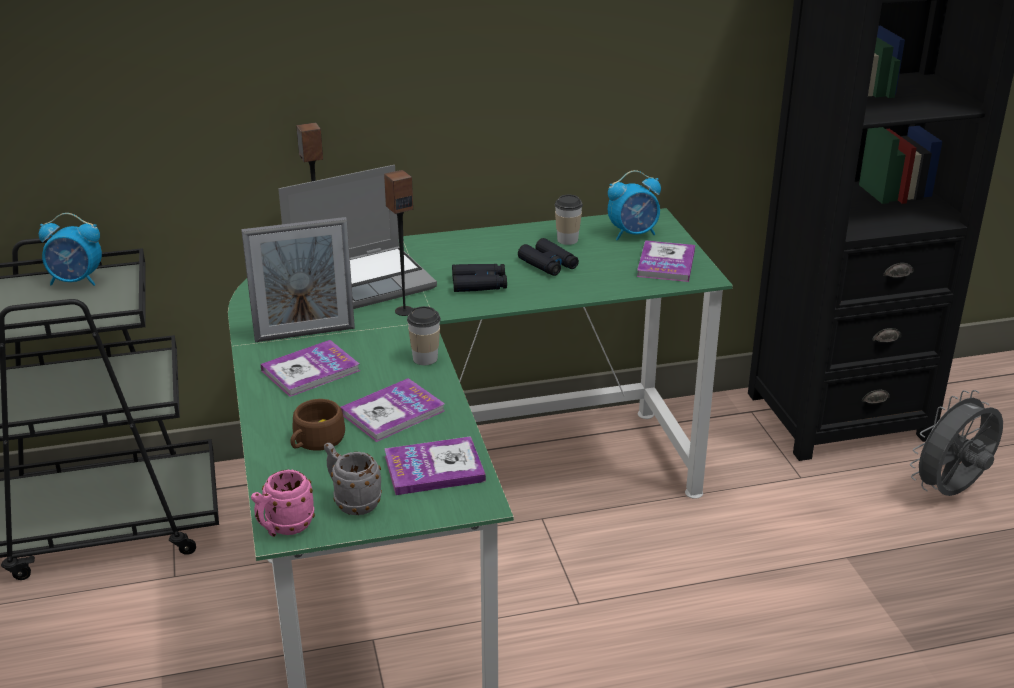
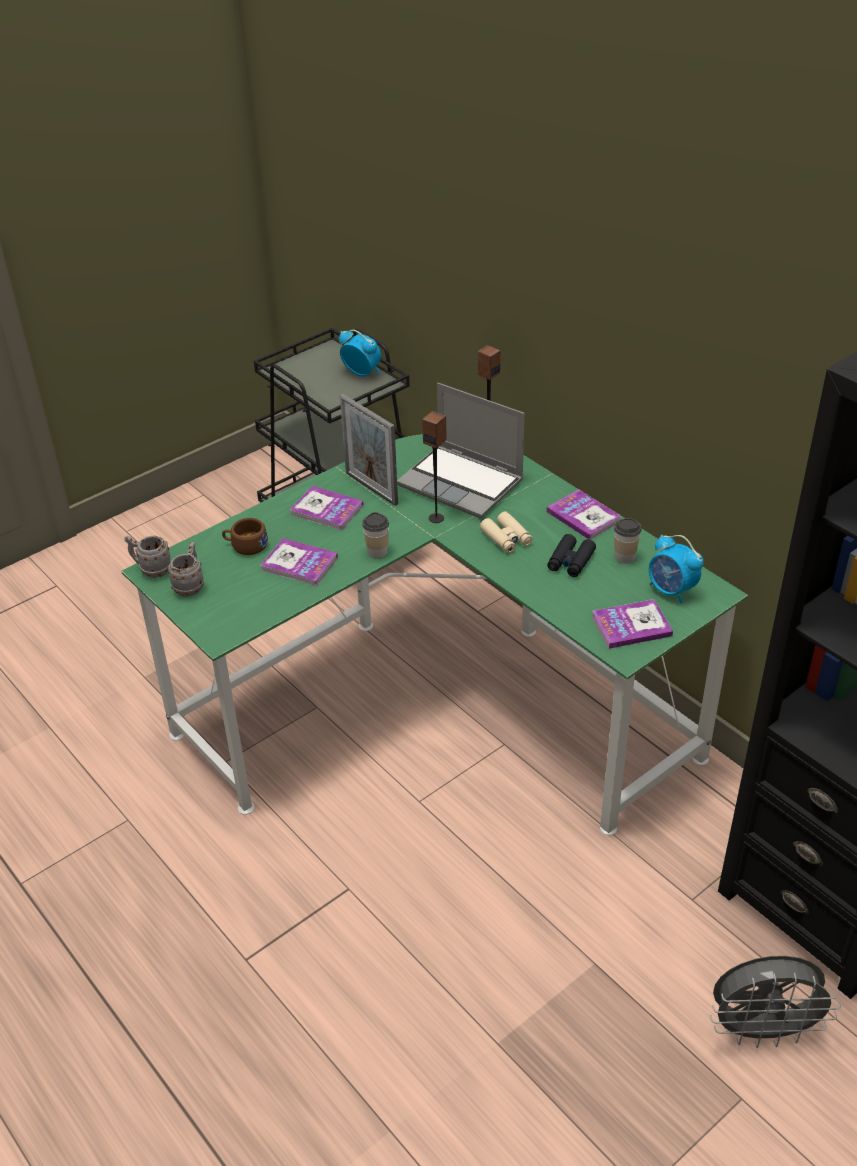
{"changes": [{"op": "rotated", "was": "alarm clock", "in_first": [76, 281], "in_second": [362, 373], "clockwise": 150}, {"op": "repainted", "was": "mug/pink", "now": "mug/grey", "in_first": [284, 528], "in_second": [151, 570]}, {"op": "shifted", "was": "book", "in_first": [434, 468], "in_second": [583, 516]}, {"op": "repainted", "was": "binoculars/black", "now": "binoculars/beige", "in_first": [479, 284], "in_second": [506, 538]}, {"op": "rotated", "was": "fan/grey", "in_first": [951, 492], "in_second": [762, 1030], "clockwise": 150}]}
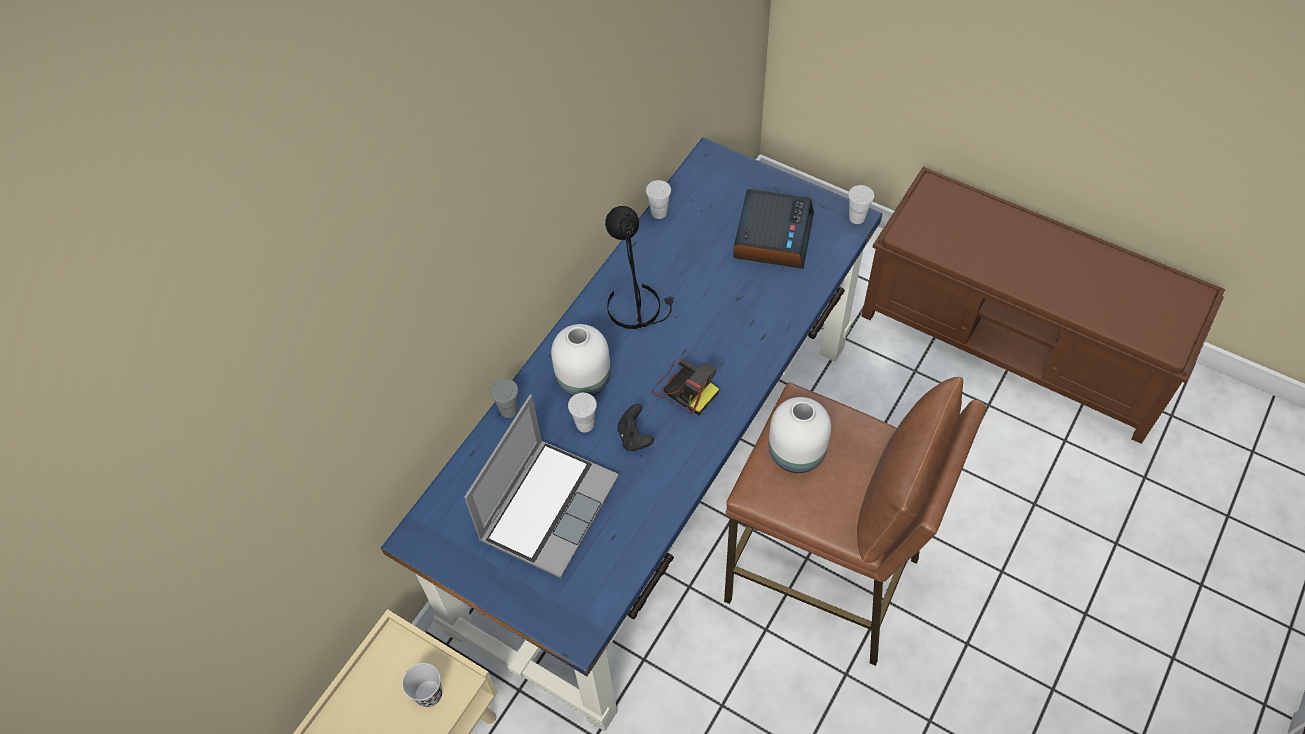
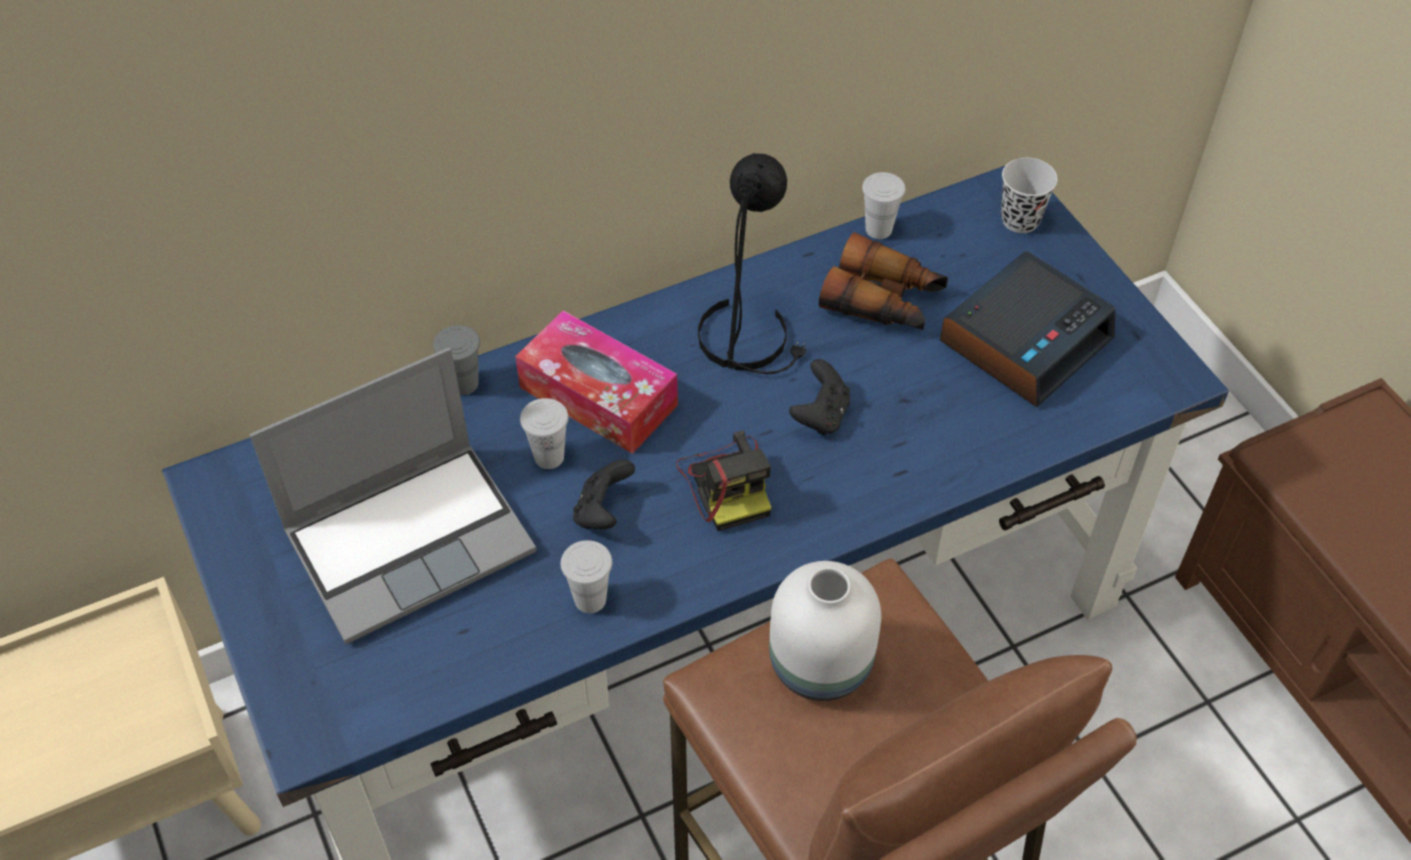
{"changes": [{"op": "shifted", "was": "cup/black", "in_first": [429, 694], "in_second": [1020, 220]}, {"op": "swapped", "was": "vase/white", "now": "tissue box", "in_first": [585, 378], "in_second": [598, 396]}, {"op": "shifted", "was": "cup/white", "in_first": [857, 218], "in_second": [590, 599]}, {"op": "new", "now": "game controller/black", "in_second": [821, 415]}, {"op": "new", "now": "binoculars", "in_second": [884, 301]}]}
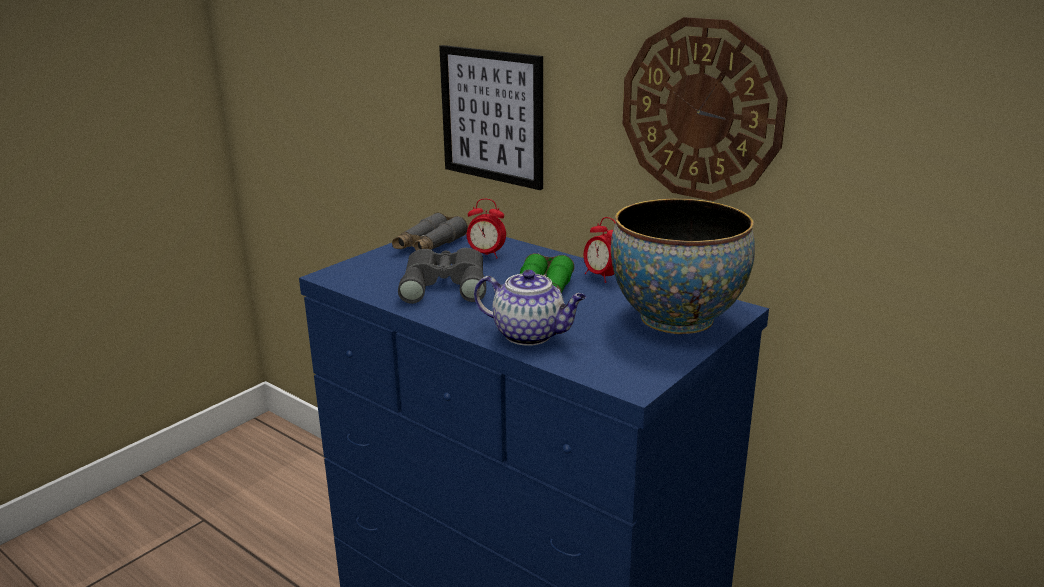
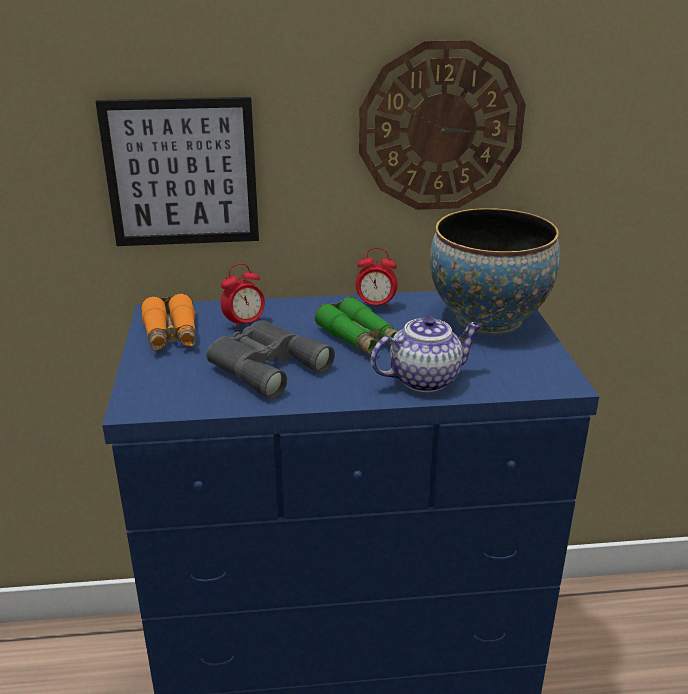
{"changes": [{"op": "repainted", "was": "binoculars/grey", "now": "binoculars/orange", "in_first": [429, 245], "in_second": [171, 334]}]}
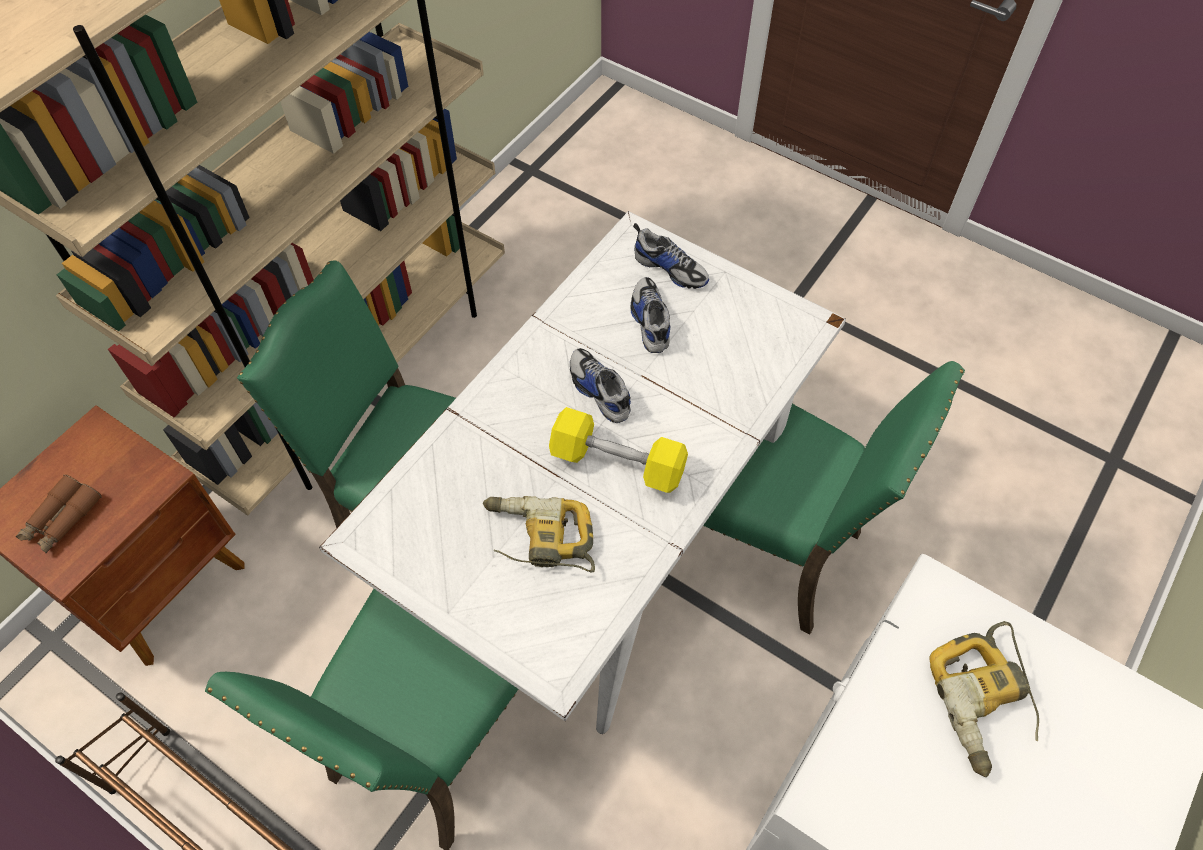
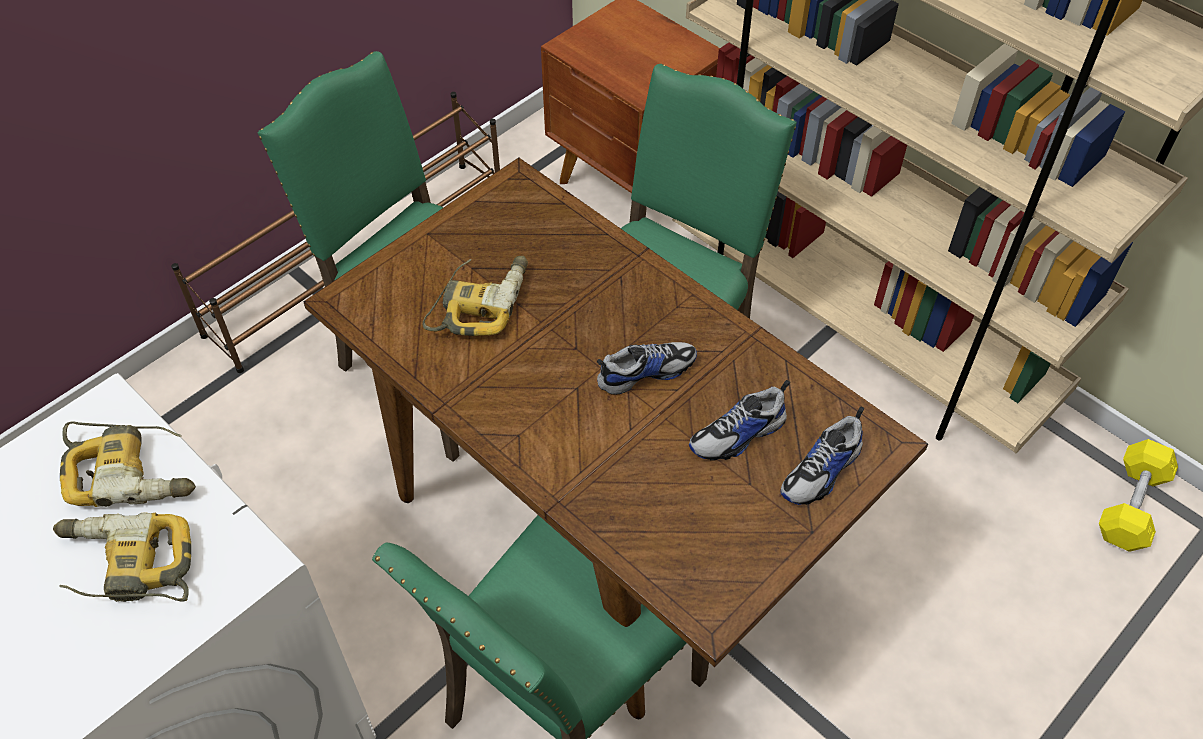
{"changes": [{"op": "gone", "was": "binoculars/brown", "in_first": [62, 519]}, {"op": "repainted", "was": "dining table/white", "now": "dining table/brown", "in_first": [601, 547], "in_second": [601, 525]}, {"op": "shifted", "was": "dumbbell/yellow", "in_first": [617, 462], "in_second": [1131, 506]}, {"op": "rotated", "was": "shoe", "in_first": [649, 321], "in_second": [739, 435], "clockwise": 150}, {"op": "new", "now": "power drill", "in_second": [132, 471]}]}
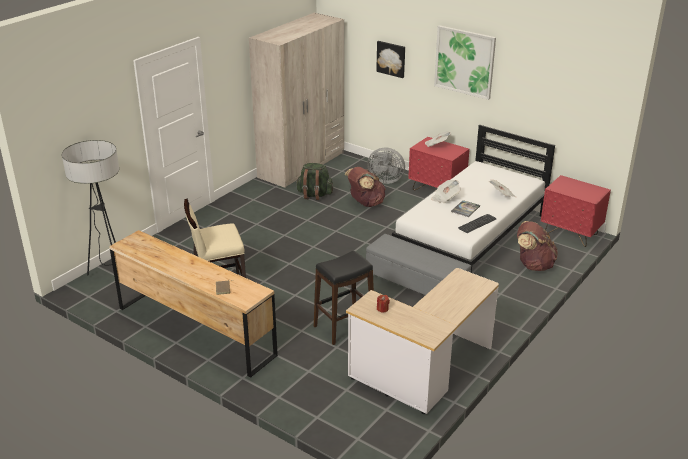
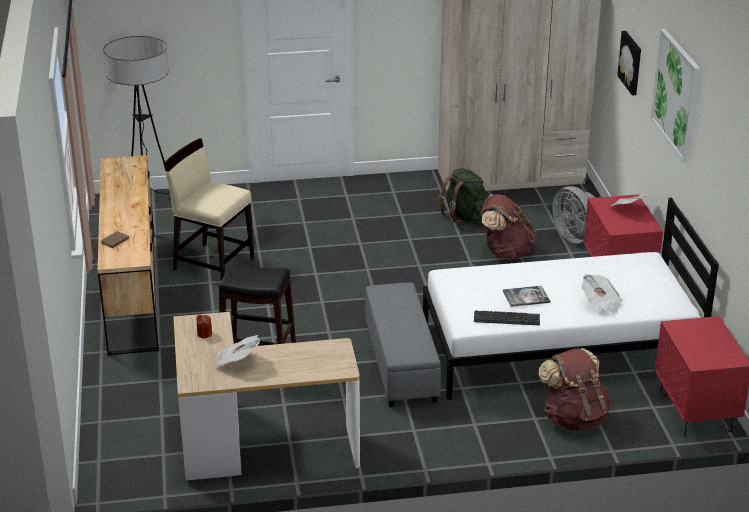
{"changes": [{"op": "shifted", "was": "newspaper", "in_first": [445, 198], "in_second": [236, 361]}]}
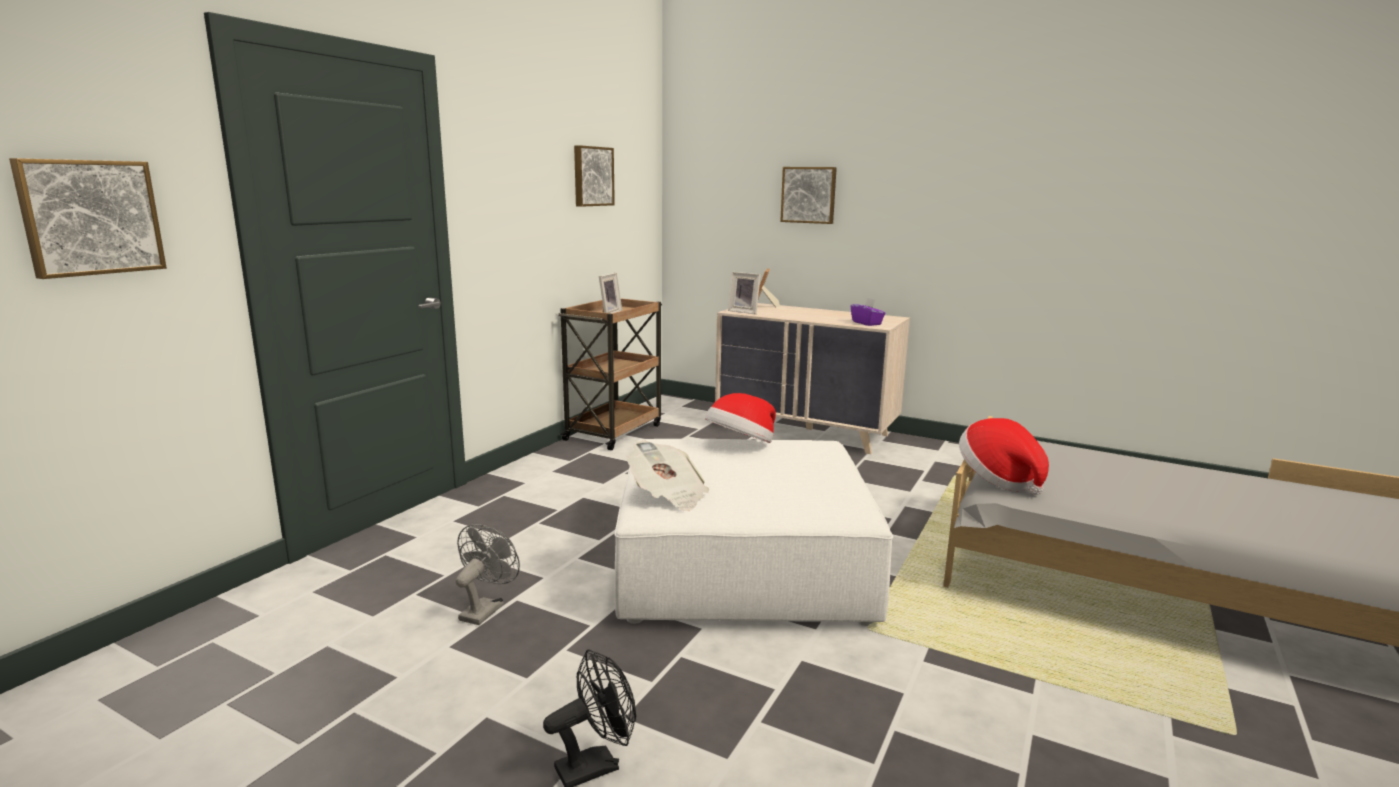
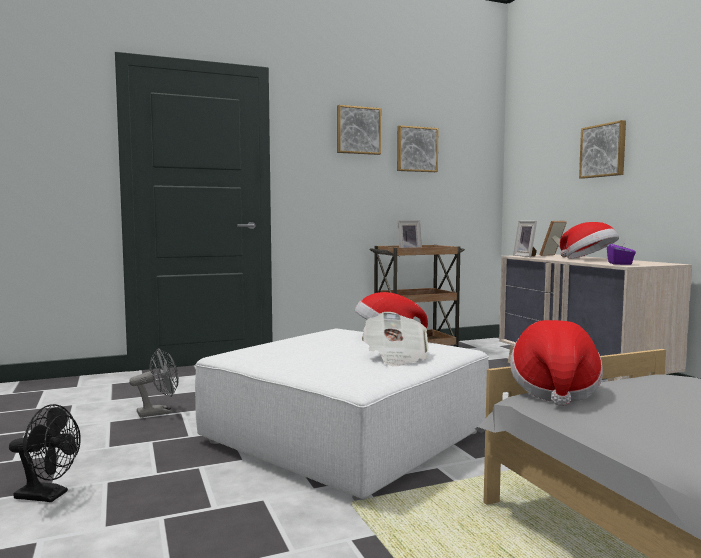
{"changes": [{"op": "shifted", "was": "picture", "in_first": [90, 217], "in_second": [358, 130]}, {"op": "shifted", "was": "newspaper", "in_first": [668, 495], "in_second": [395, 357]}, {"op": "new", "now": "hat", "in_second": [589, 259]}]}
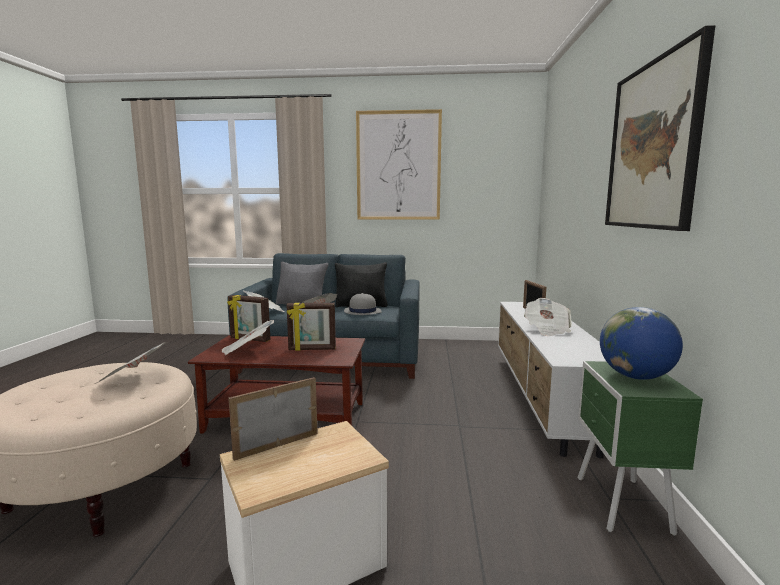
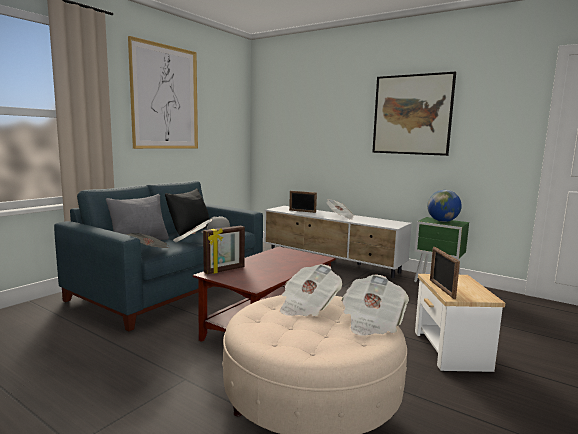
{"changes": [{"op": "shifted", "was": "newspaper", "in_first": [247, 351], "in_second": [372, 322]}, {"op": "gone", "was": "picture frame", "in_first": [312, 349]}]}
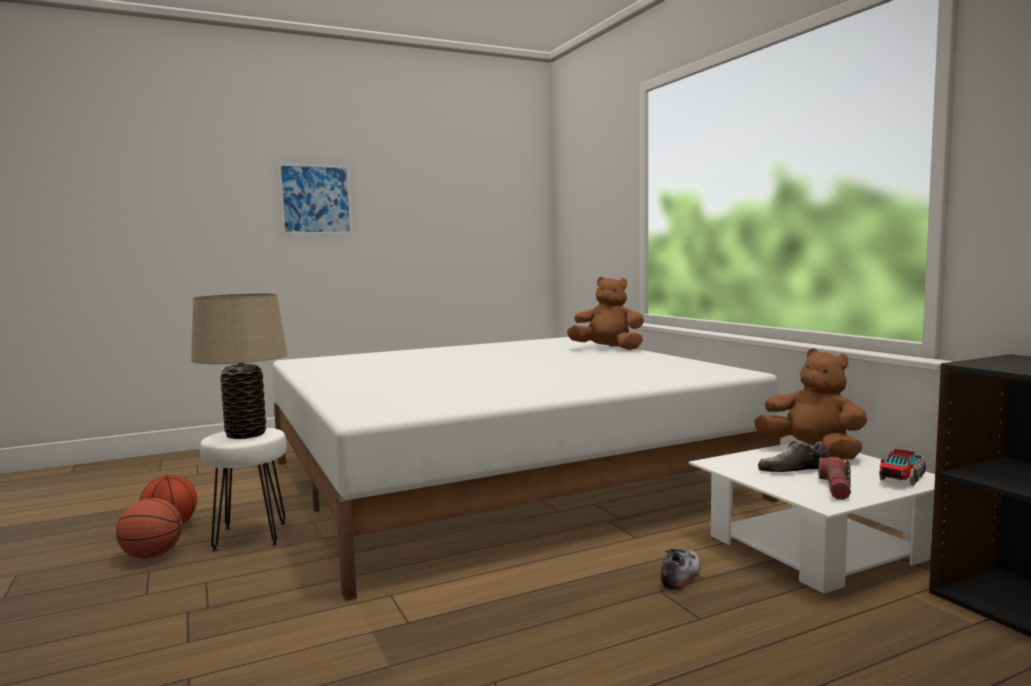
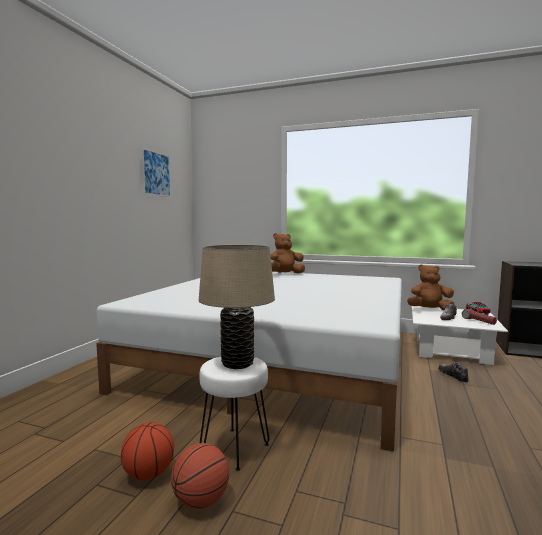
{"changes": [{"op": "shifted", "was": "picture", "in_first": [316, 199], "in_second": [156, 174]}]}
